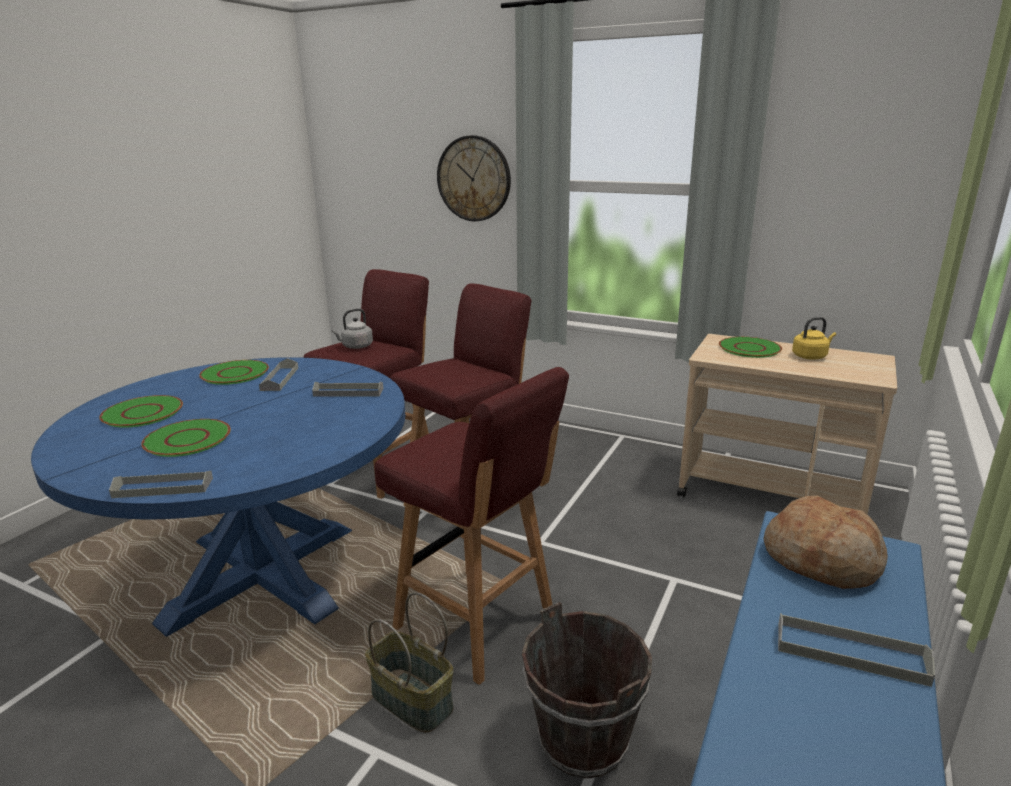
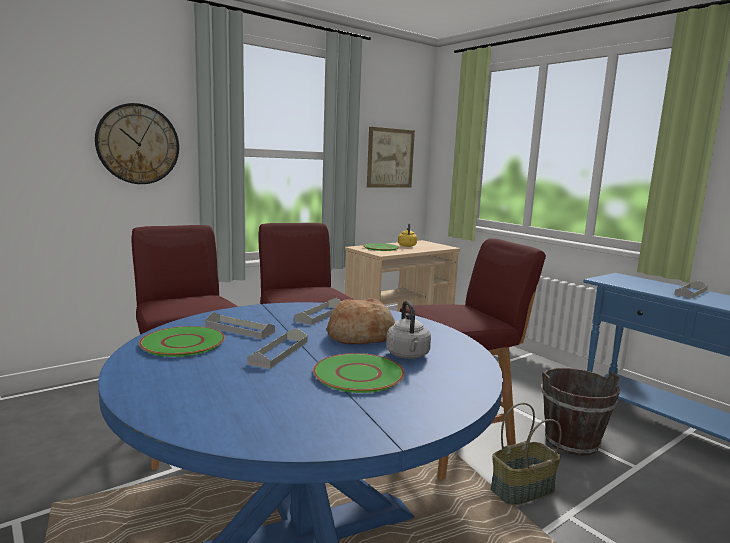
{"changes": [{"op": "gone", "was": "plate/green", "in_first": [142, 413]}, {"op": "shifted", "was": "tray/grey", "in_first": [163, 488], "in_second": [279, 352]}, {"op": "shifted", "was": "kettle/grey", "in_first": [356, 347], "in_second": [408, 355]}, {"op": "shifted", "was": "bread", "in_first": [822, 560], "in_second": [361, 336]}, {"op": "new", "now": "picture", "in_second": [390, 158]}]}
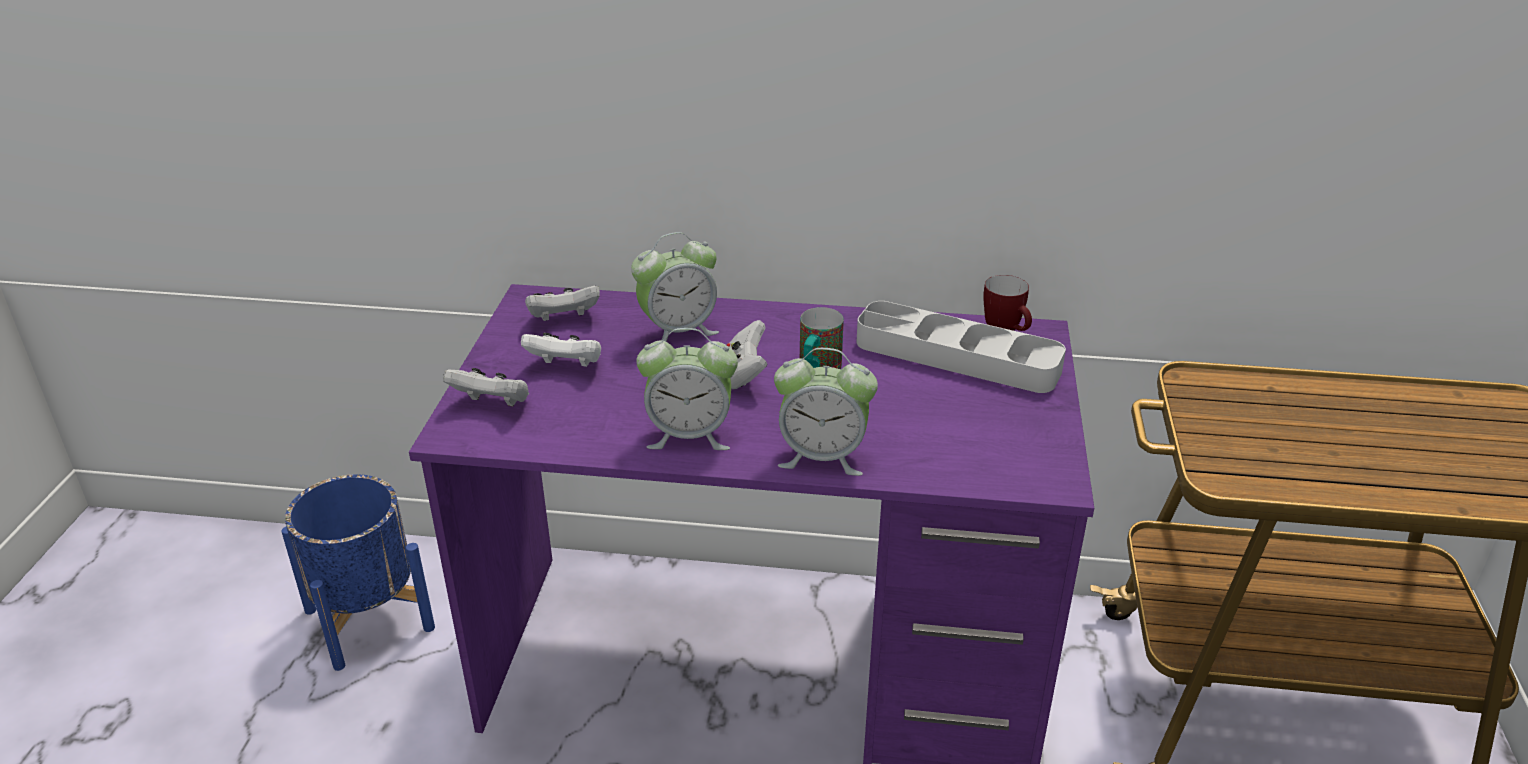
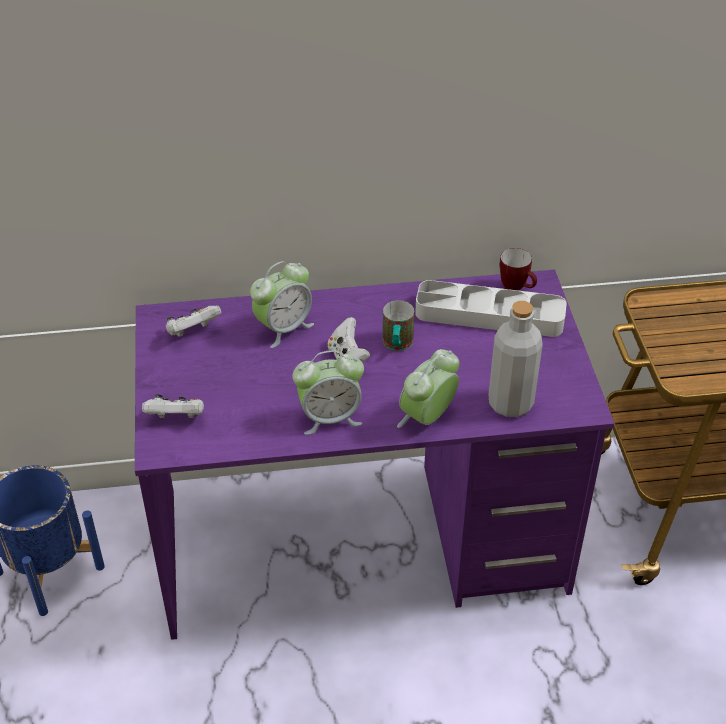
{"changes": [{"op": "gone", "was": "game controller/white", "in_first": [566, 366]}, {"op": "rotated", "was": "alarm clock", "in_first": [822, 456], "in_second": [427, 417], "clockwise": 135}, {"op": "new", "now": "bottle/grey", "in_second": [510, 403]}]}
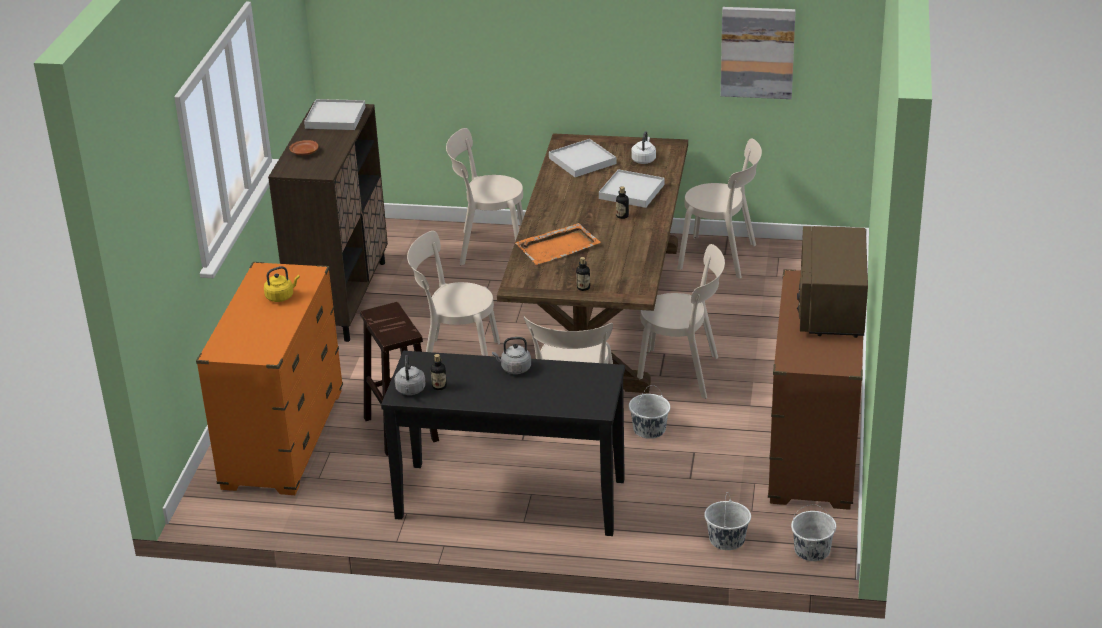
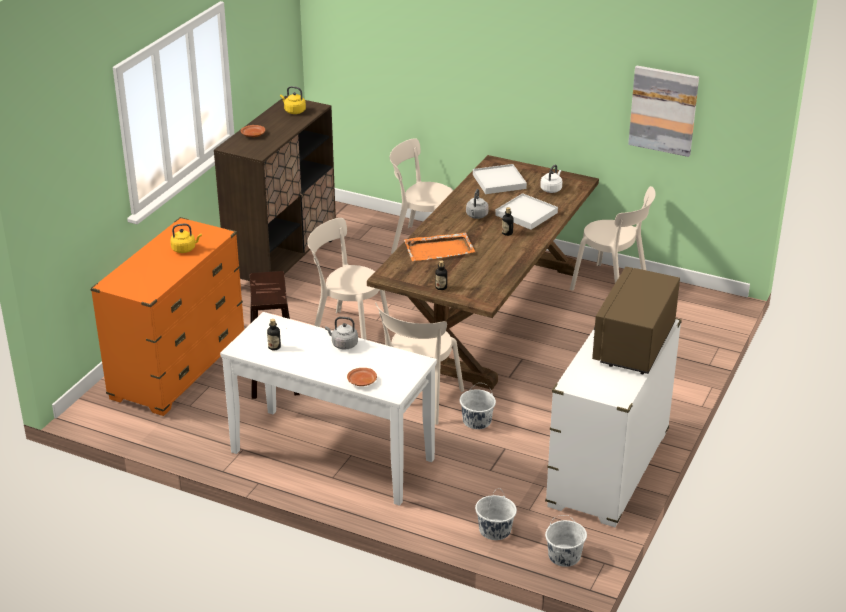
{"changes": [{"op": "swapped", "was": "tray/white", "now": "kettle/yellow", "in_first": [335, 118], "in_second": [294, 111]}, {"op": "repainted", "was": "console table/black", "now": "console table/white", "in_first": [510, 499], "in_second": [332, 456]}, {"op": "shifted", "was": "kettle/grey", "in_first": [410, 391], "in_second": [476, 216]}, {"op": "gone", "was": "chair/beige", "in_first": [682, 374]}, {"op": "repainted", "was": "dresser/brown", "now": "dresser/white", "in_first": [813, 452], "in_second": [608, 470]}, {"op": "new", "now": "plate/brown", "in_second": [362, 381]}]}
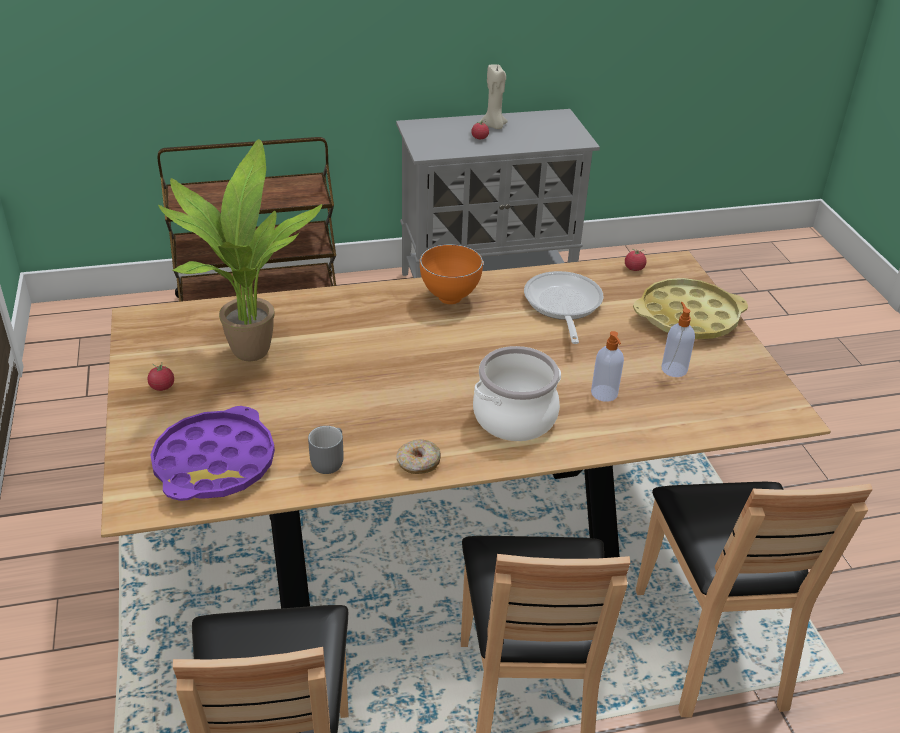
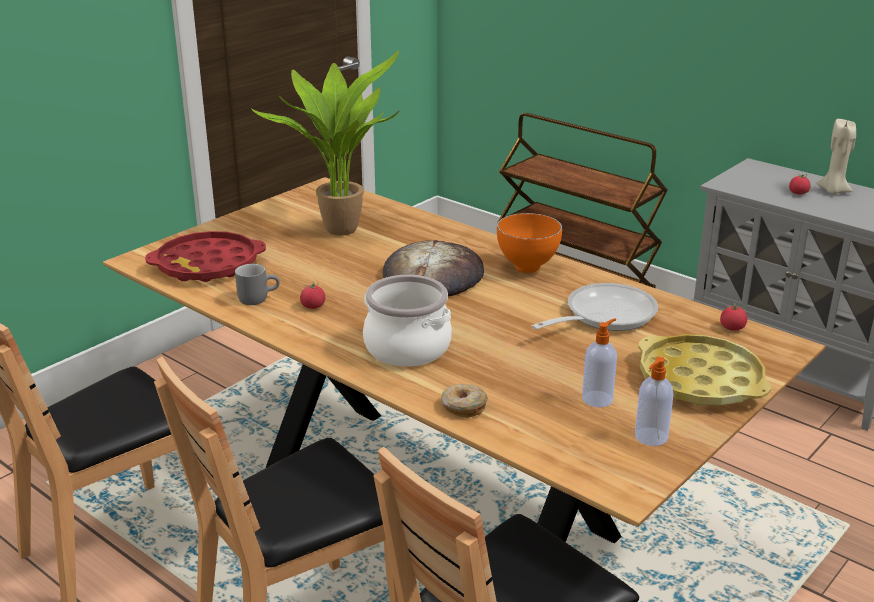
{"changes": [{"op": "shifted", "was": "tomato", "in_first": [162, 387], "in_second": [313, 306]}, {"op": "repainted", "was": "tray/purple", "now": "tray/red", "in_first": [215, 463], "in_second": [207, 265]}, {"op": "shifted", "was": "donut", "in_first": [418, 463], "in_second": [463, 407]}, {"op": "shifted", "was": "soap dispenser", "in_first": [604, 394], "in_second": [650, 437]}, {"op": "new", "now": "bread", "in_second": [433, 275]}]}
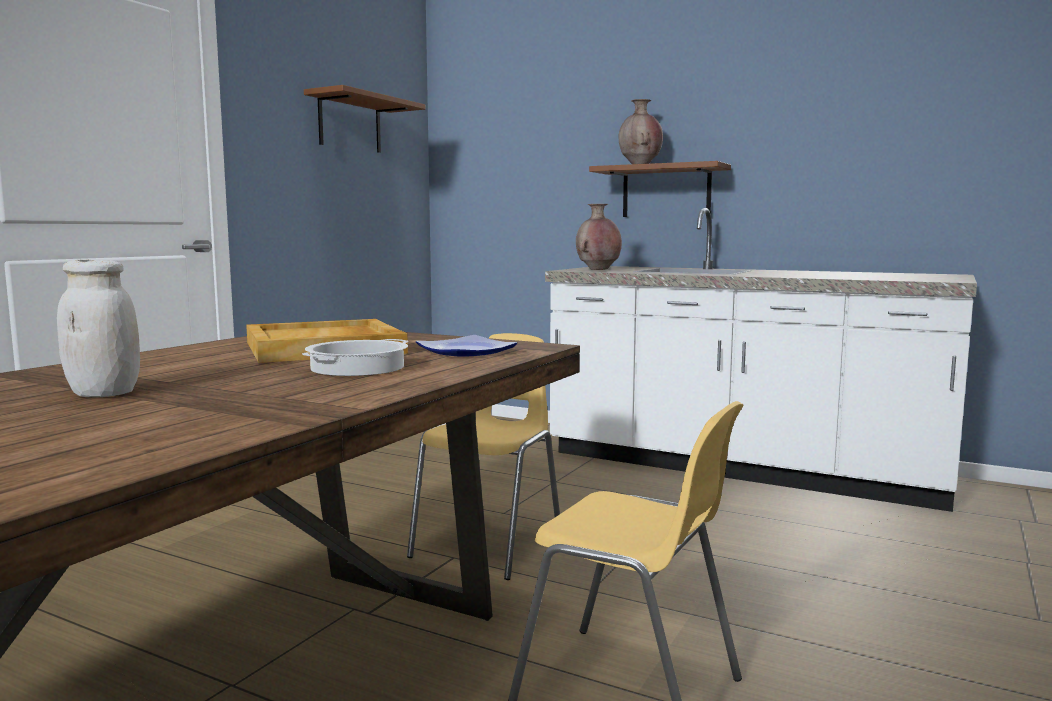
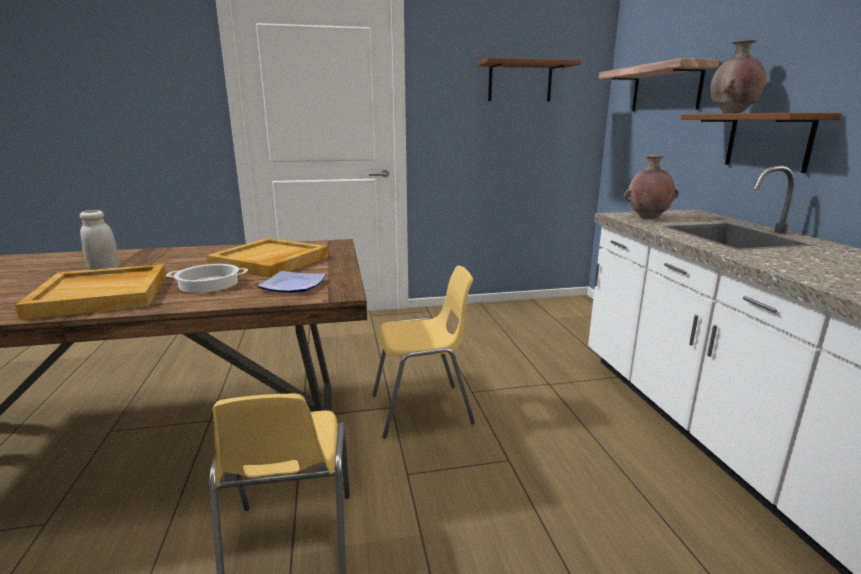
{"changes": [{"op": "new", "now": "tray/beige", "in_second": [103, 294]}, {"op": "new", "now": "shelf", "in_second": [665, 89]}]}
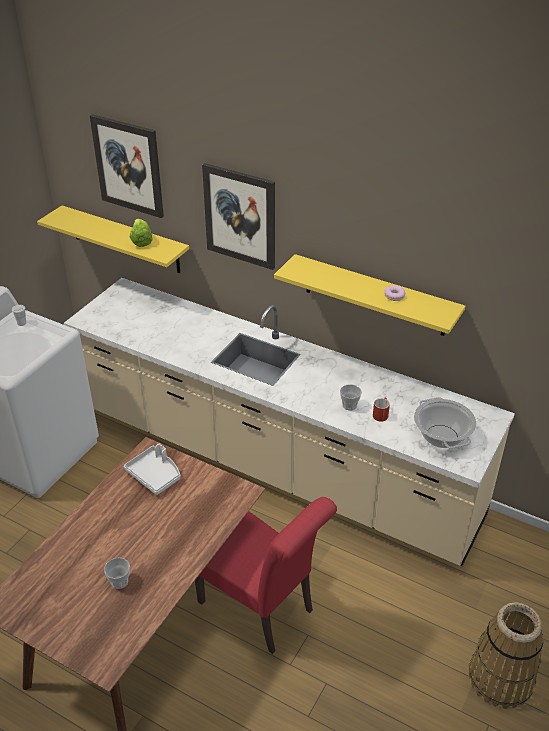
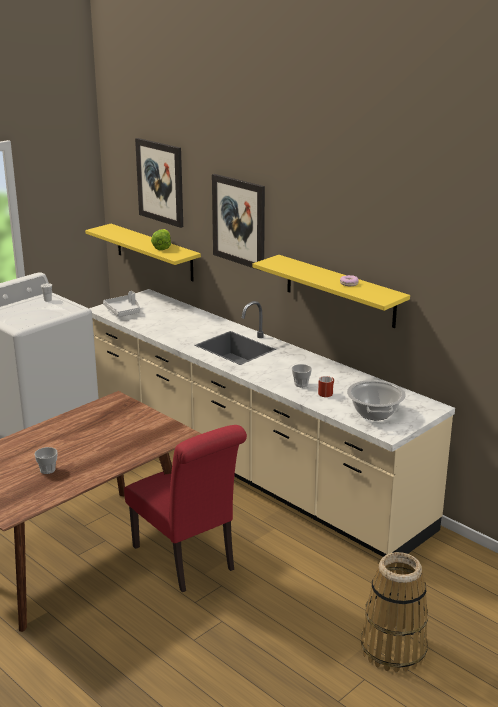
{"changes": [{"op": "shifted", "was": "tray/grey", "in_first": [155, 475], "in_second": [123, 311]}]}
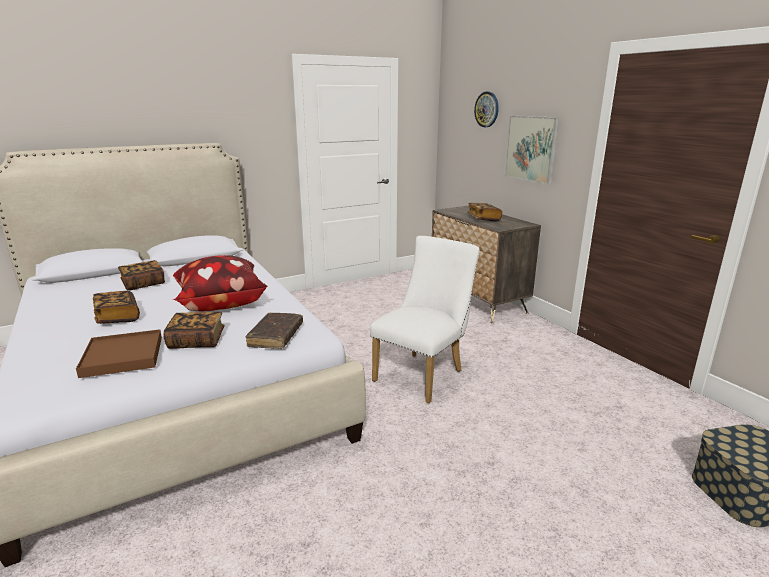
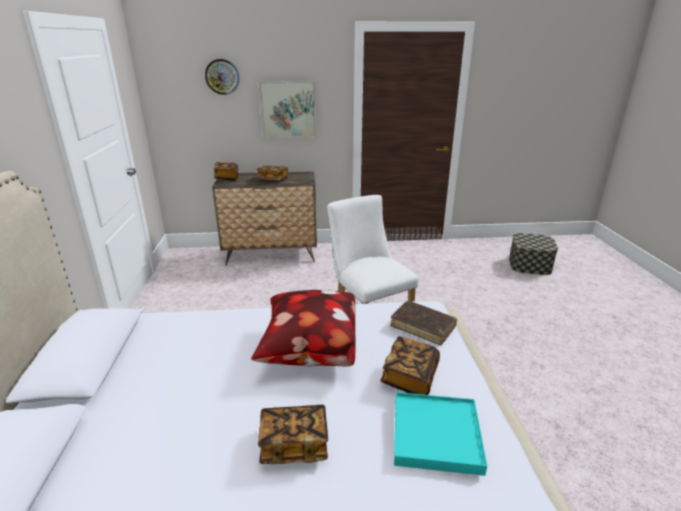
{"changes": [{"op": "repainted", "was": "tray/brown", "now": "tray/turquoise", "in_first": [122, 356], "in_second": [436, 435]}, {"op": "shifted", "was": "book", "in_first": [143, 284], "in_second": [227, 177]}]}
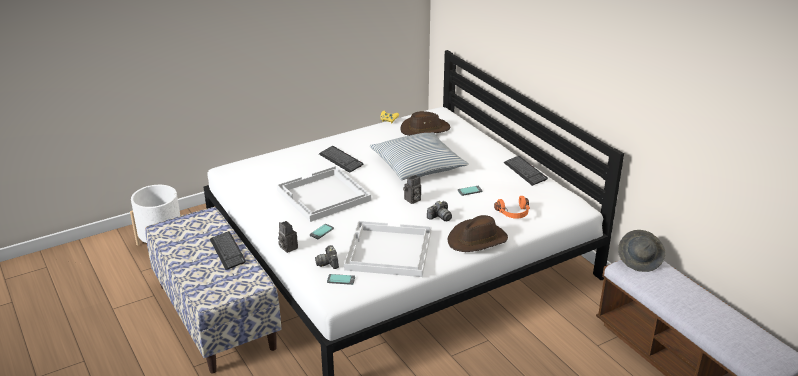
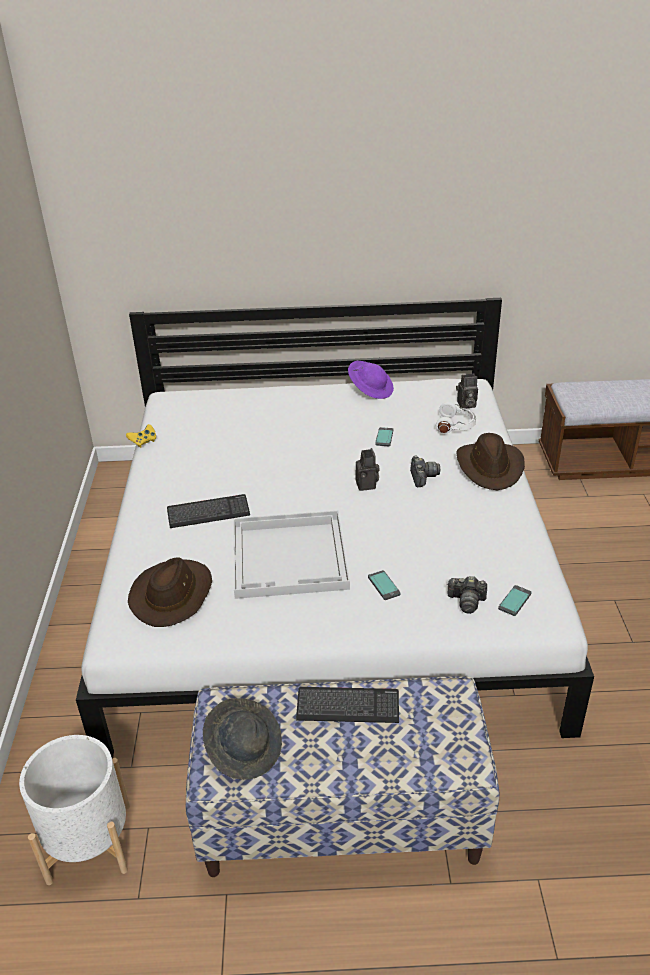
{"changes": [{"op": "shifted", "was": "photo camera", "in_first": [287, 247], "in_second": [465, 405]}, {"op": "gone", "was": "tray/white", "in_first": [388, 251]}, {"op": "gone", "was": "pillow", "in_first": [417, 165]}, {"op": "shifted", "was": "hat/brown", "in_first": [424, 129], "in_second": [172, 594]}, {"op": "repainted", "was": "headphones/orange", "now": "headphones/white", "in_first": [514, 214], "in_second": [456, 425]}, {"op": "swapped", "was": "keyboard", "now": "hat/purple", "in_first": [525, 171], "in_second": [371, 390]}, {"op": "shifted", "was": "hat/grey", "in_first": [640, 260], "in_second": [245, 749]}]}
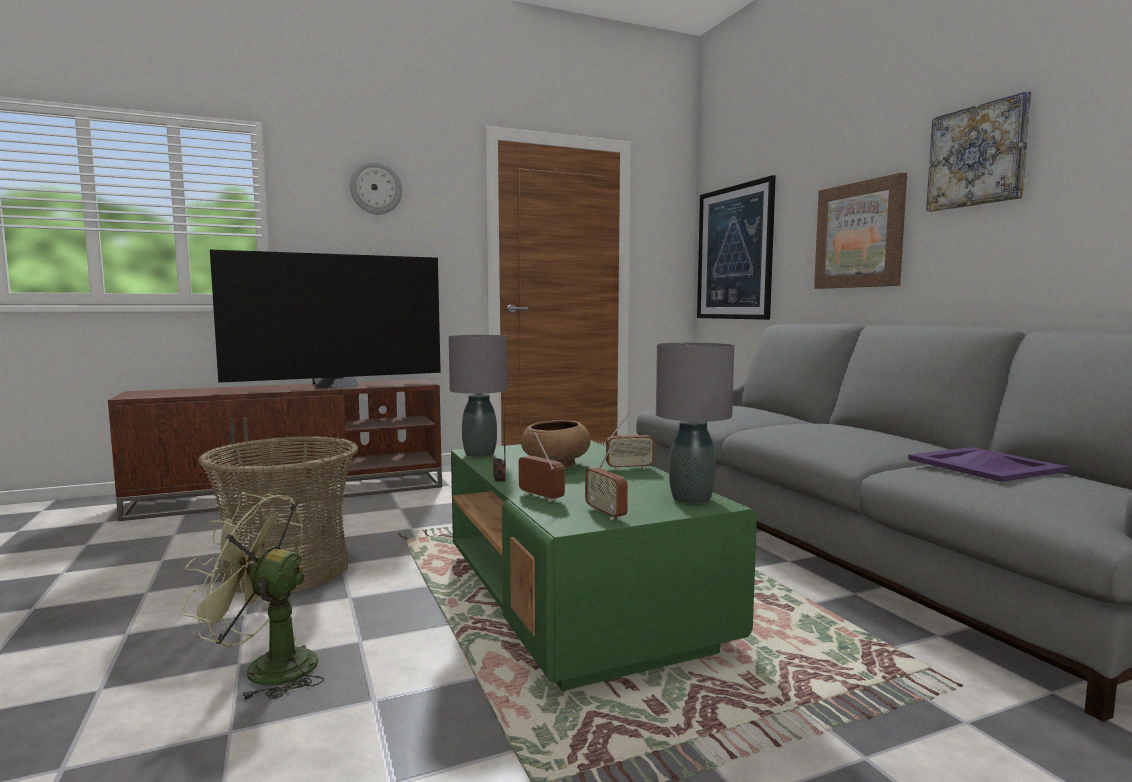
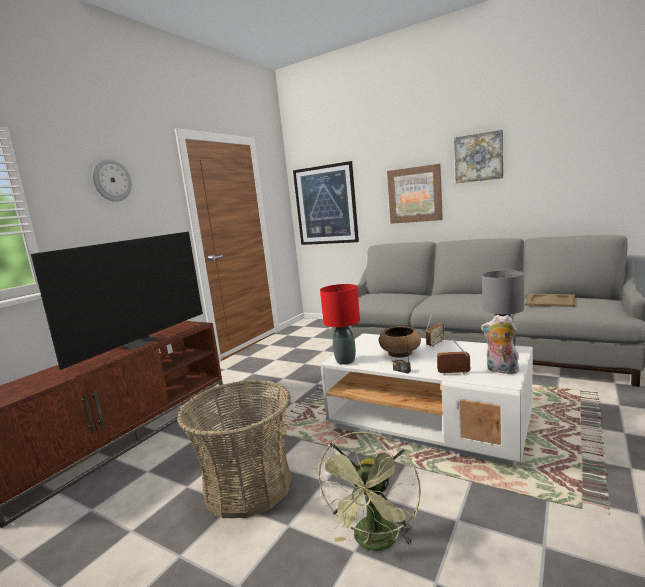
{"changes": [{"op": "rotated", "was": "fan/green", "in_first": [266, 669], "in_second": [375, 543], "clockwise": -45}, {"op": "repainted", "was": "table lamp/grey", "now": "table lamp/red", "in_first": [479, 454], "in_second": [345, 361]}, {"op": "repainted", "was": "coffee table/green", "now": "coffee table/white", "in_first": [576, 599], "in_second": [429, 423]}, {"op": "swapped", "was": "radio", "now": "plush toy", "in_first": [606, 513], "in_second": [501, 370]}, {"op": "repainted", "was": "tray/purple", "now": "tray/beige", "in_first": [986, 465], "in_second": [550, 300]}]}
